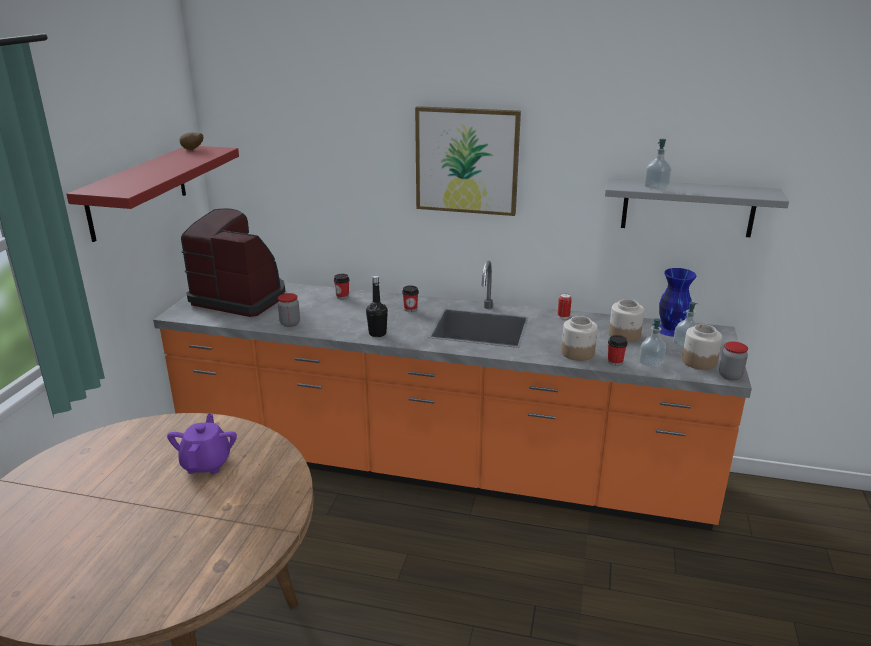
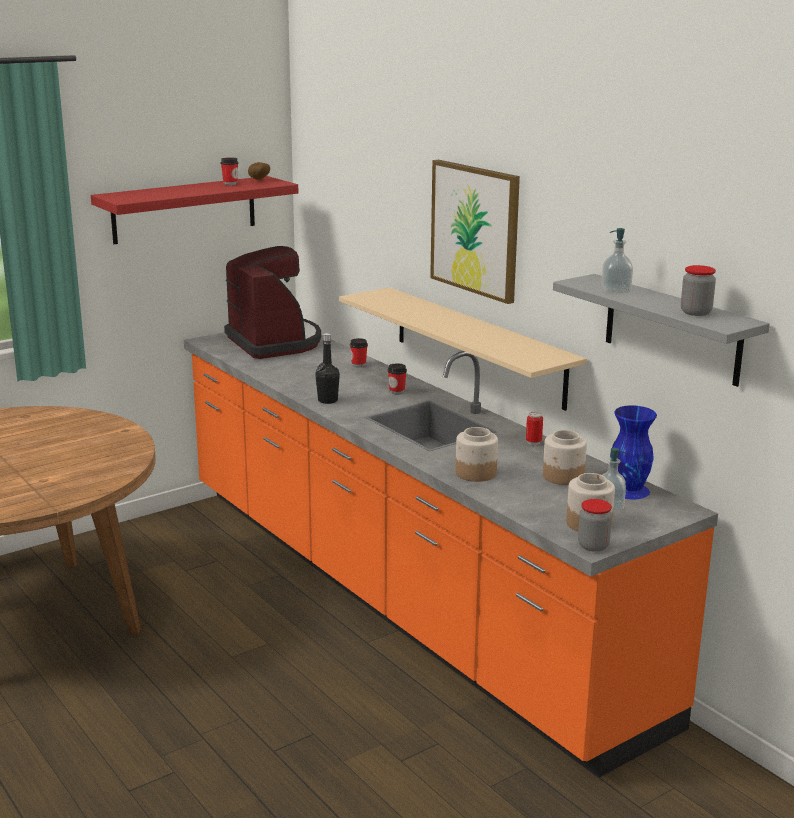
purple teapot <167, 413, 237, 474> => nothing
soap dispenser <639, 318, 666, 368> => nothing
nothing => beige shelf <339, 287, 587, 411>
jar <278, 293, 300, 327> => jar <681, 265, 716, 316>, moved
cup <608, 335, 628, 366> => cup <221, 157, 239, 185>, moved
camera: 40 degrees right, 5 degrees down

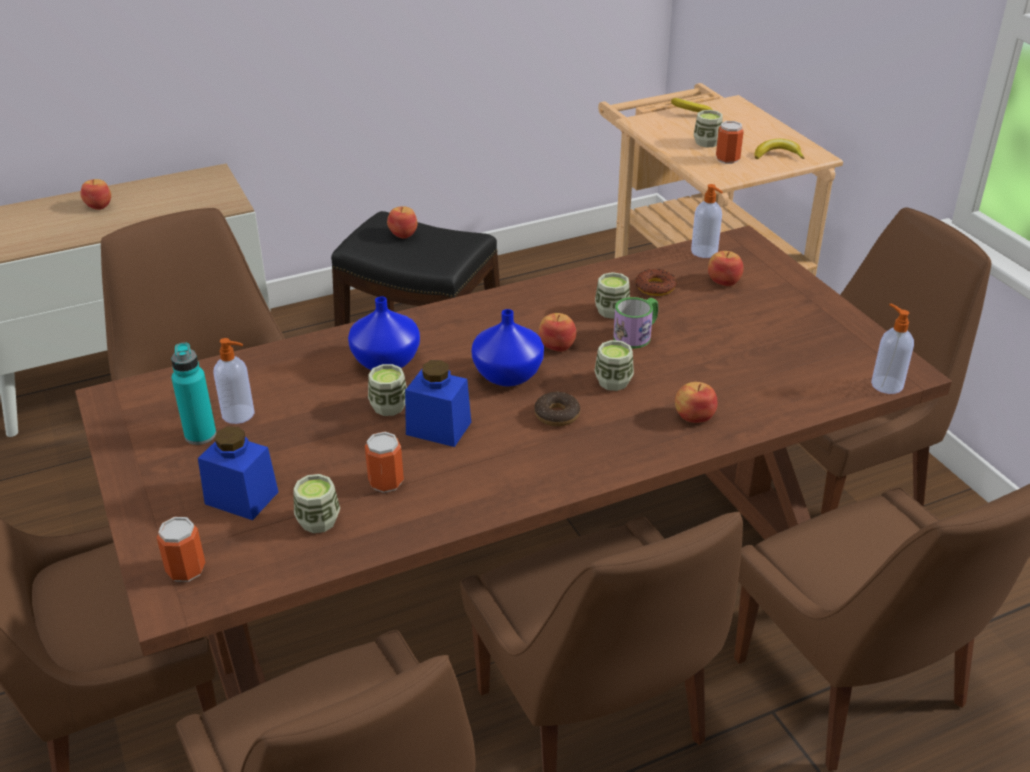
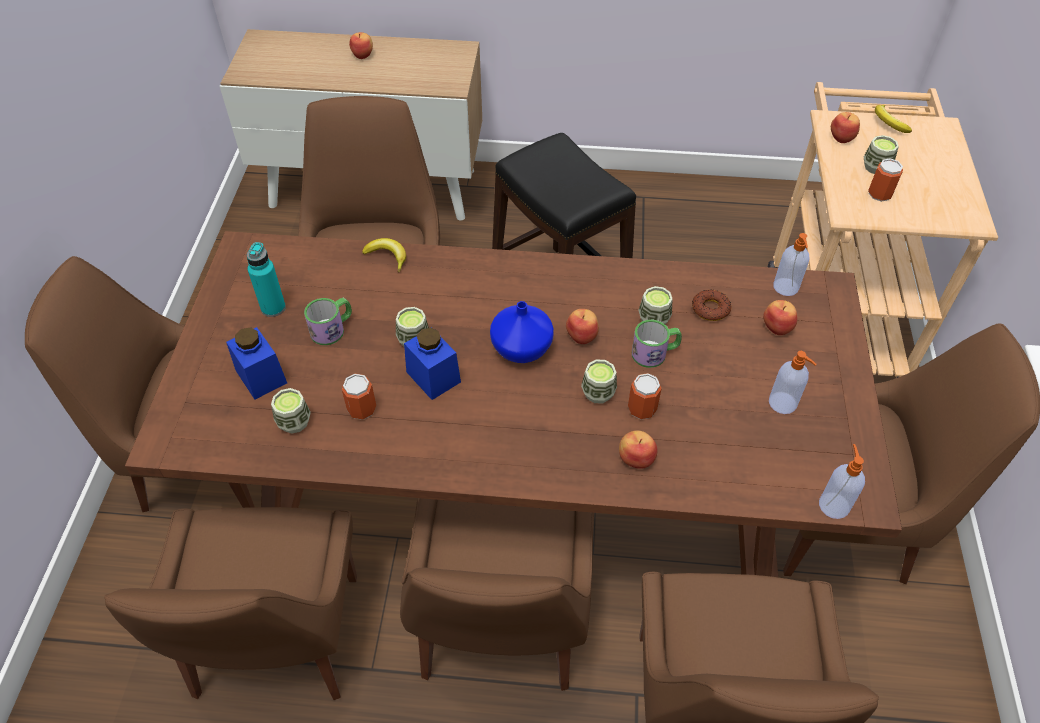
blue vase <348, 296, 420, 370> => nothing
donut <534, 392, 580, 426> => nothing
nothing => mug <304, 298, 352, 345>
can <157, 517, 205, 582> => can <628, 373, 661, 420>, moved
soap dispenser <213, 338, 255, 424> => soap dispenser <769, 351, 817, 414>, moved
apple <387, 206, 417, 239> => apple <831, 112, 860, 143>, moved
banana <755, 139, 804, 159> => banana <362, 238, 406, 273>, moved
camera: 30 degrees right, 15 degrees up

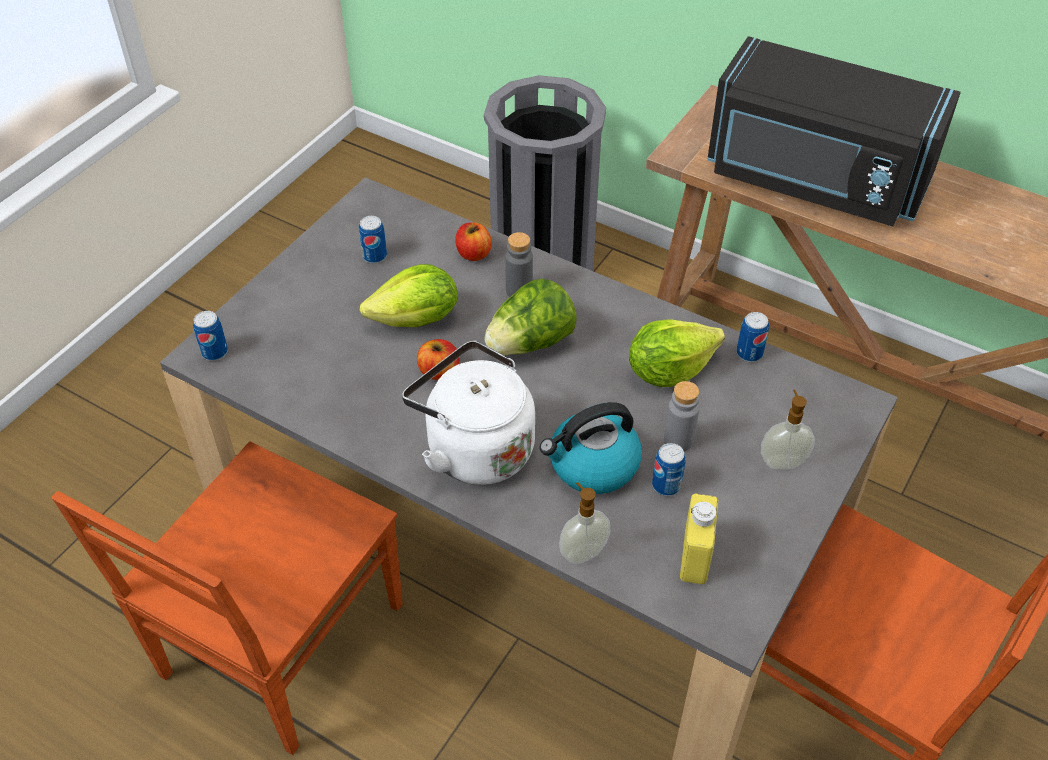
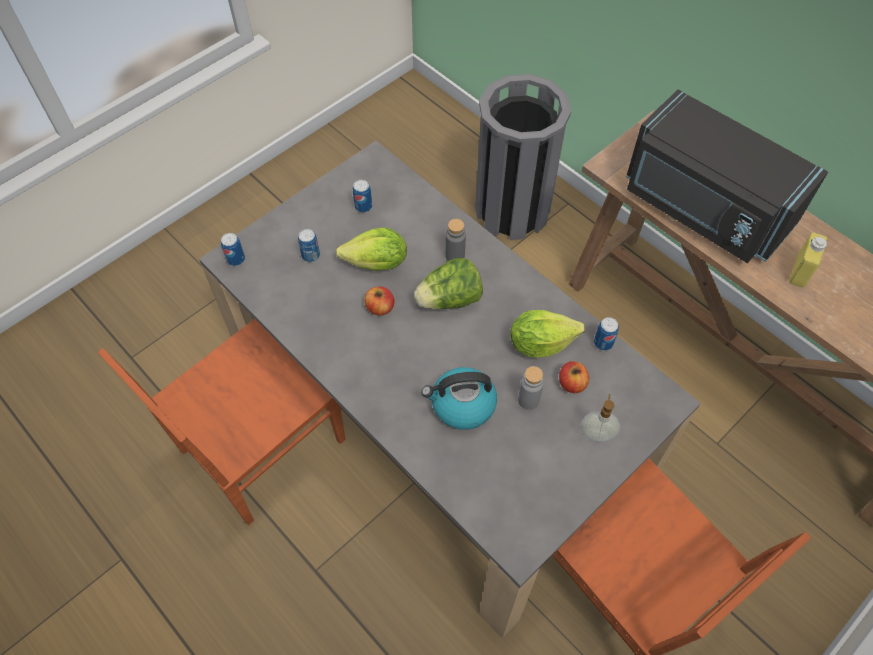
white kettle <402, 341, 535, 485> => nothing
soap dispenser <559, 482, 610, 564> => nothing
apple <455, 222, 492, 261> => apple <559, 361, 589, 393>, moved
can <652, 443, 686, 496> => can <298, 229, 320, 262>, moved
yellow bottle <680, 494, 718, 584> => yellow bottle <789, 232, 828, 288>, moved
camera: 15 degrees right, 10 degrees up

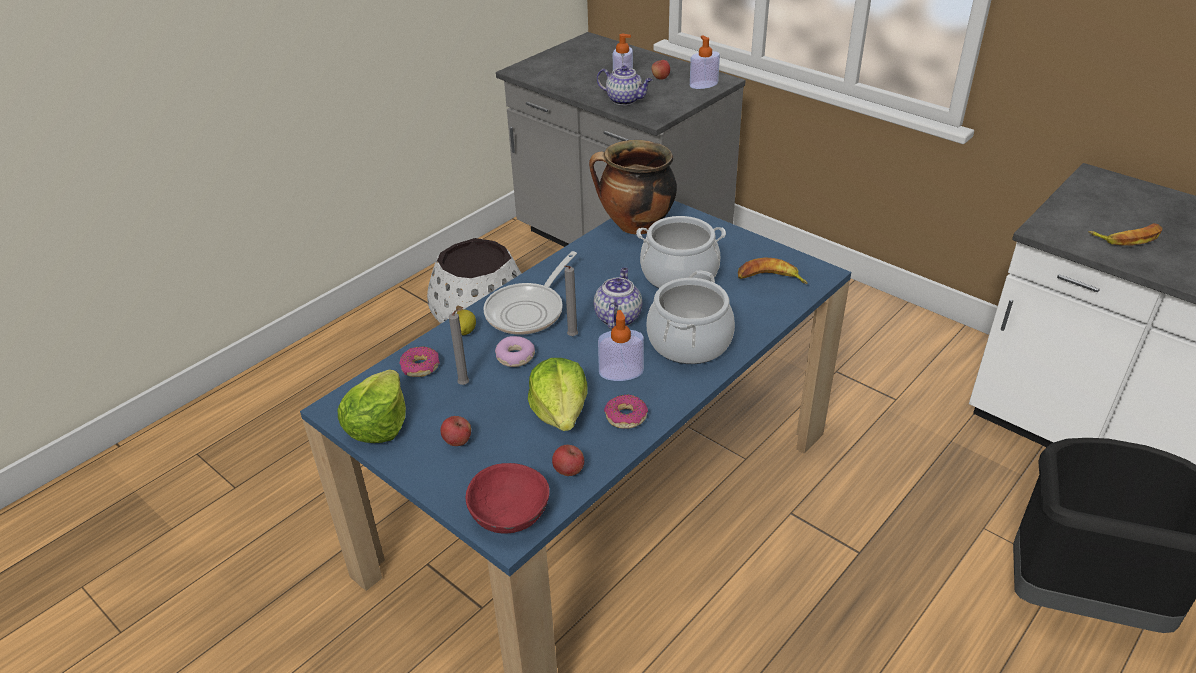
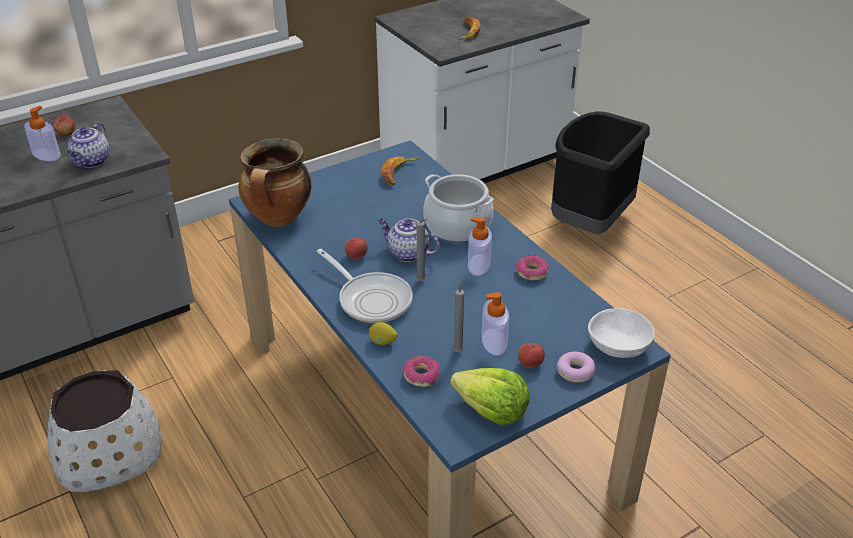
lettuce <528, 358, 587, 431> => nothing
cooking pot <636, 216, 726, 288> => nothing
donut <495, 336, 535, 367> => donut <557, 352, 596, 383>, moved
apple <552, 445, 584, 476> => apple <345, 238, 368, 260>, moved
soap dispenser <690, 35, 720, 89> => soap dispenser <481, 292, 509, 356>, moved
red bowl <466, 463, 550, 534> => white bowl <588, 308, 655, 358>
teapot <597, 66, 652, 105> => teapot <67, 122, 109, 168>, 150 degrees clockwise
camera: 75 degrees left, 0 degrees up

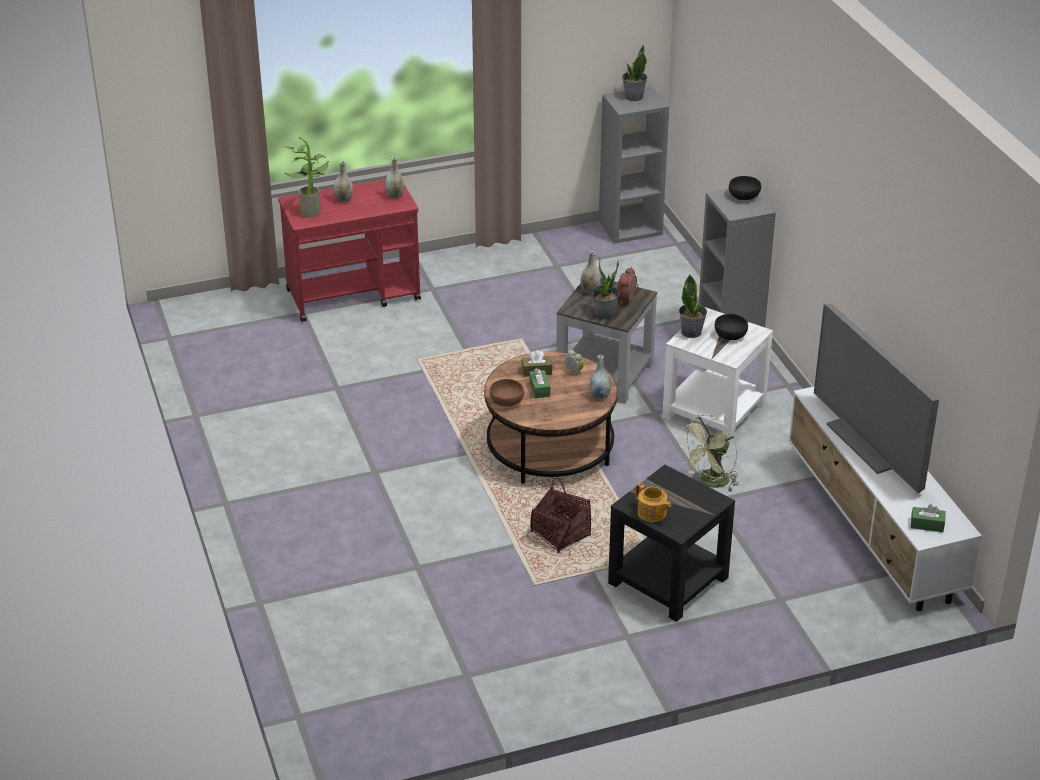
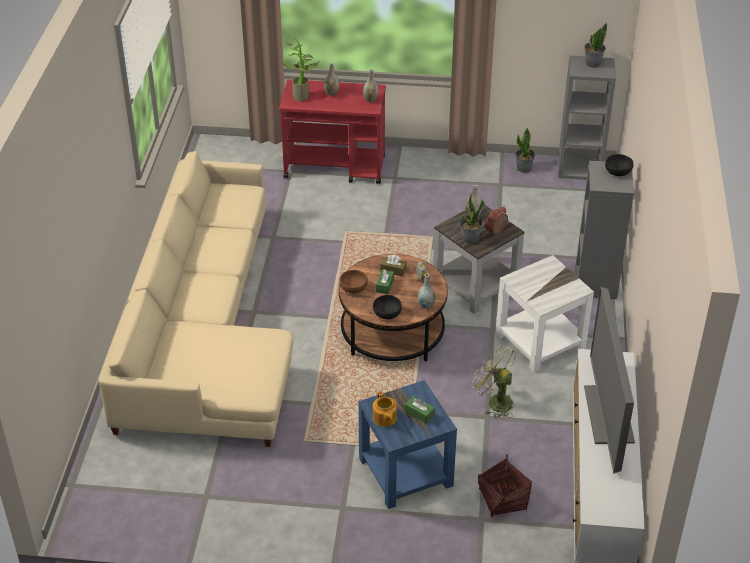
nothing => beige sofa <99, 151, 293, 447>
basket <530, 478, 591, 553> => basket <478, 455, 532, 517>, moved
potted plant <679, 275, 707, 338> => potted plant <516, 128, 535, 173>, moved
black bowl <715, 314, 748, 340> => black bowl <373, 295, 402, 319>, moved
green tissue box <911, 504, 946, 532> => green tissue box <405, 396, 435, 424>, moved
black side table <608, 465, 735, 622> => blue side table <358, 380, 457, 509>
green fan <679, 414, 739, 492> => green fan <471, 345, 516, 418>, 60 degrees clockwise
camera: 25 degrees right, 5 degrees up

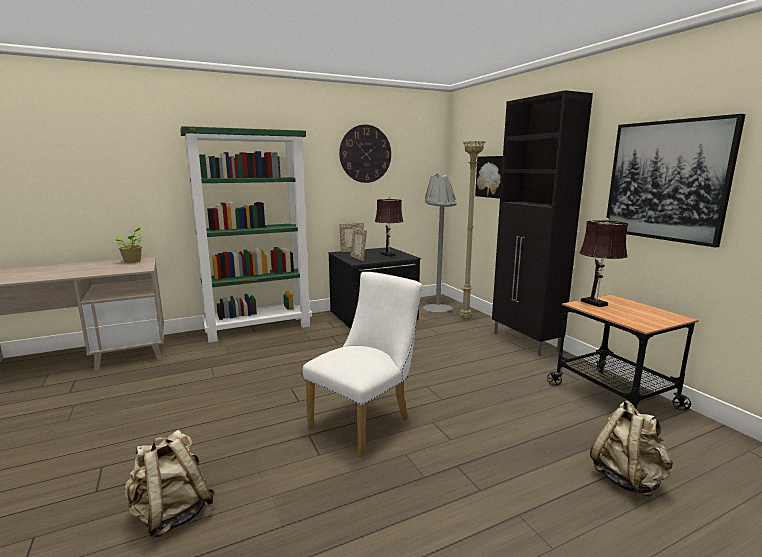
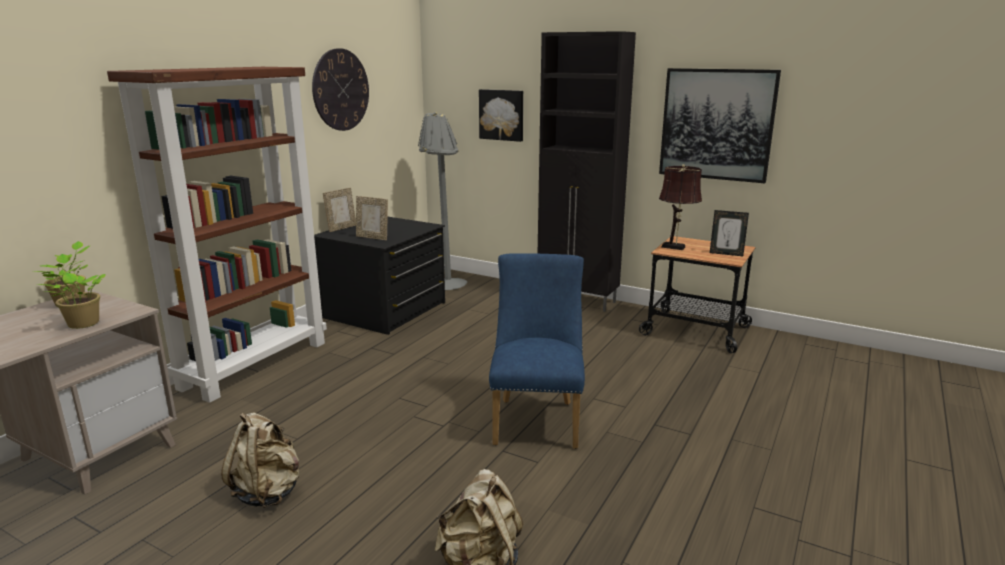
brown table lamp <375, 197, 404, 257> => nothing
beige floor lamp <460, 141, 486, 319> => nothing
nothing => potted plant <36, 268, 106, 329>
nothing => picture frame <710, 210, 749, 256>
beige backpack <590, 400, 673, 497> => beige backpack <221, 413, 299, 508>, moved
green bookcase <180, 126, 312, 343> => brown bookcase <107, 67, 327, 403>
white chair <303, 272, 422, 457> => blue chair <489, 253, 585, 449>
camera: 35 degrees left, 5 degrees up

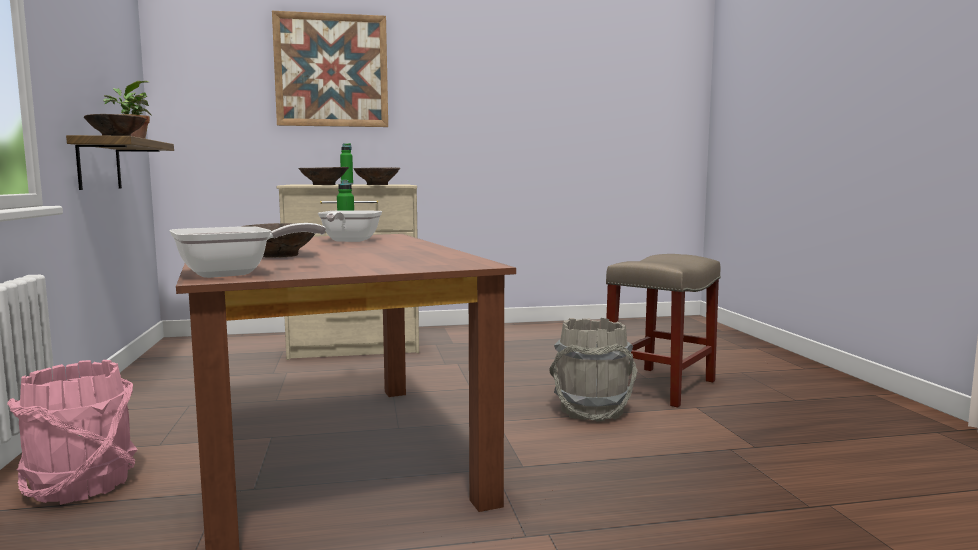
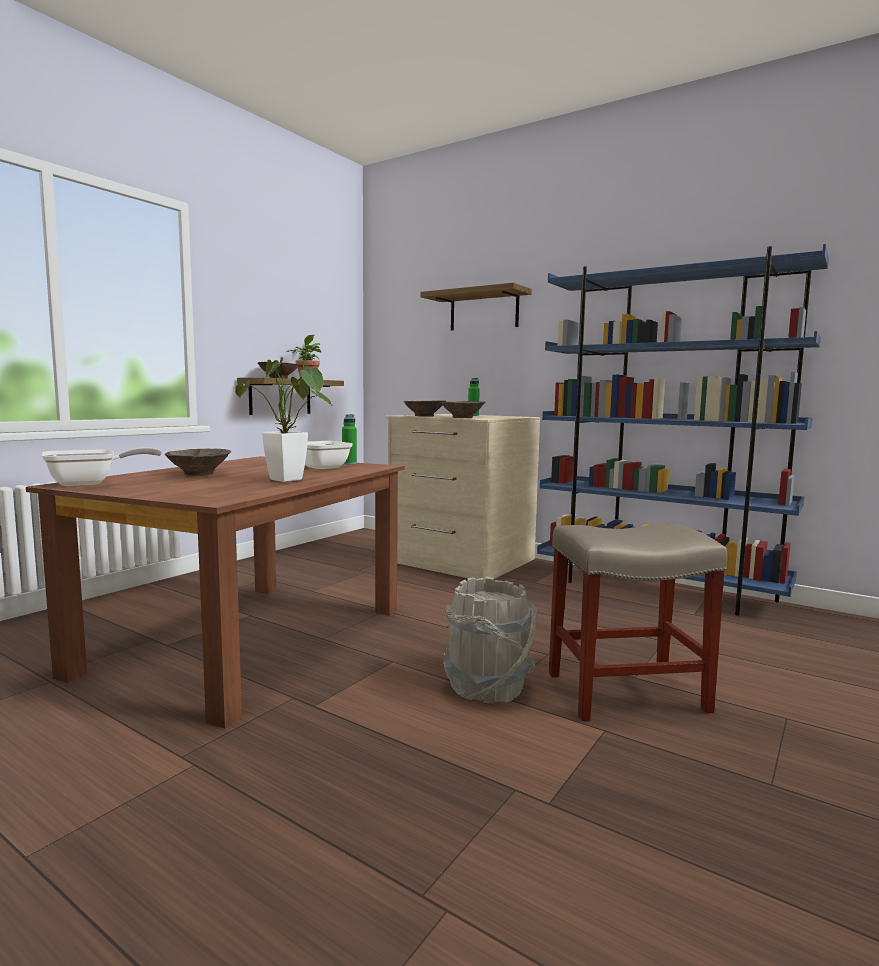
pink bucket <7, 360, 138, 505> => nothing
nothing => potted plant <235, 357, 332, 482>
nothing => blue bookcase <537, 244, 829, 616>
picture <272, 11, 388, 127> => shelf <420, 283, 532, 331>
frying pan <170, 223, 326, 278> => frying pan <42, 447, 162, 486>, 45 degrees counterclockwise
camera: 45 degrees right, 0 degrees up

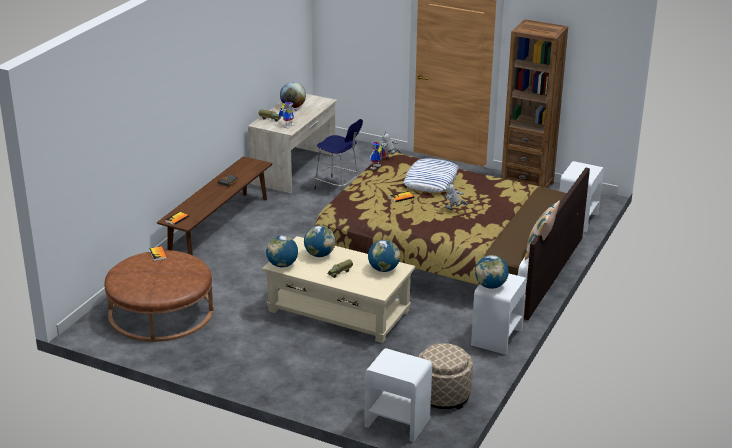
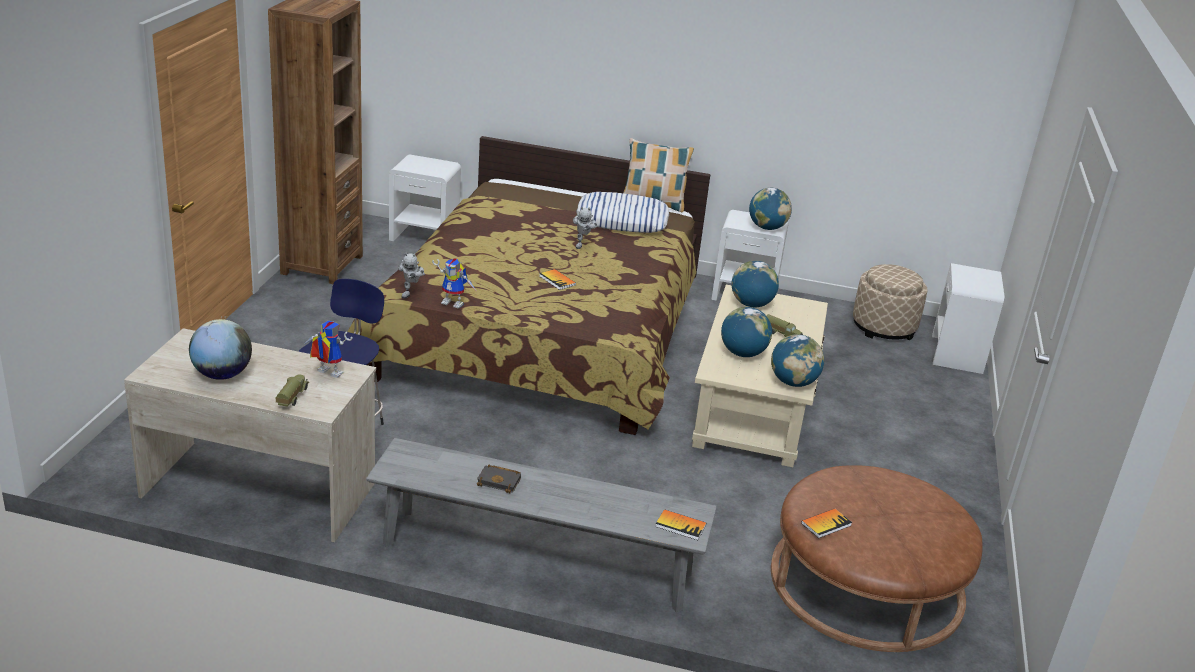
pillow <403, 159, 459, 192> => pillow <577, 192, 670, 233>, moved
brown bench <157, 156, 272, 255> => grey bench <366, 438, 717, 612>
camera: 105 degrees left, 0 degrees up

